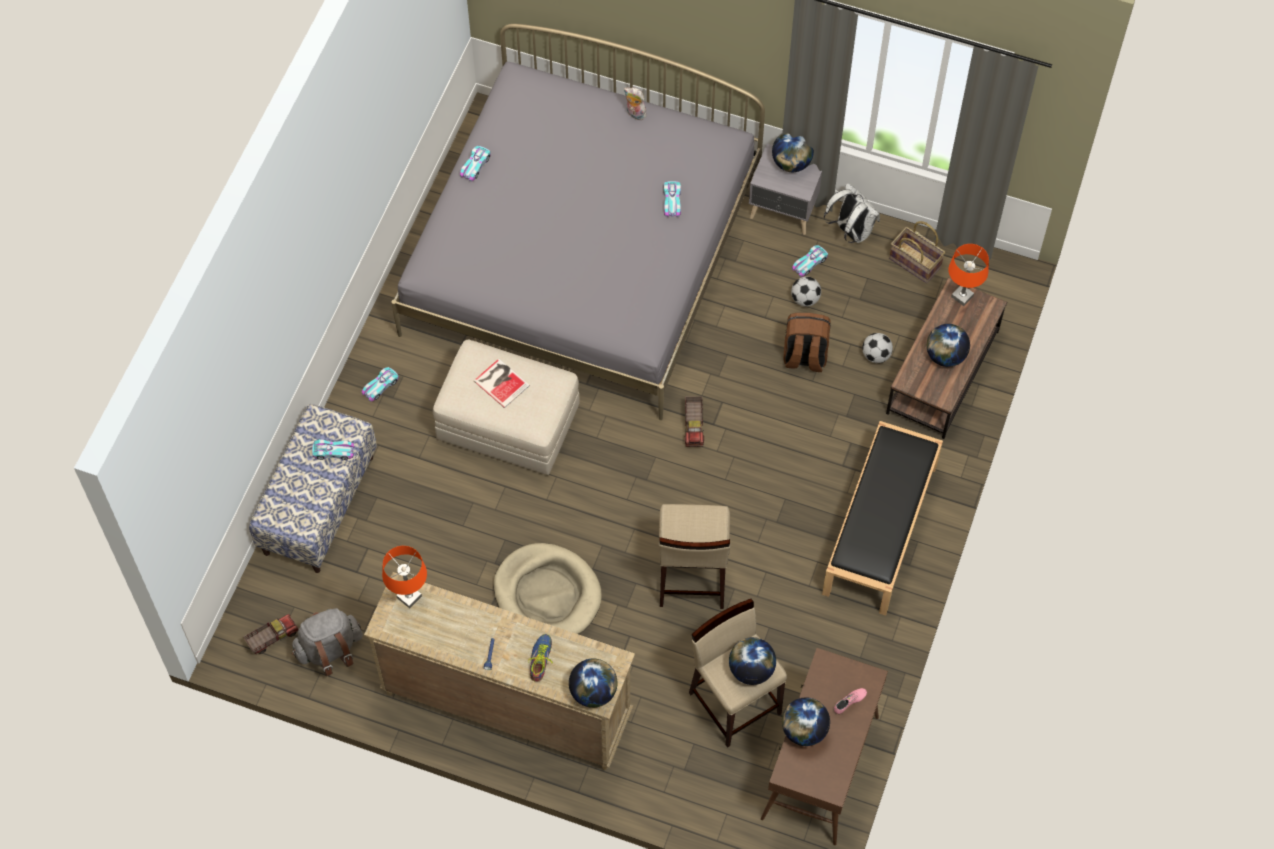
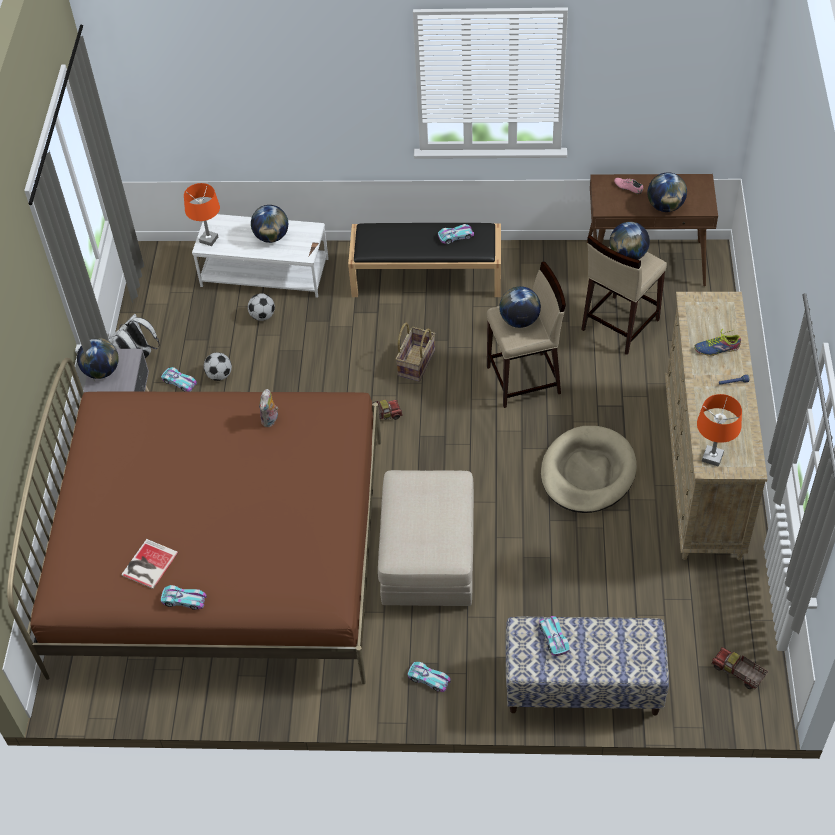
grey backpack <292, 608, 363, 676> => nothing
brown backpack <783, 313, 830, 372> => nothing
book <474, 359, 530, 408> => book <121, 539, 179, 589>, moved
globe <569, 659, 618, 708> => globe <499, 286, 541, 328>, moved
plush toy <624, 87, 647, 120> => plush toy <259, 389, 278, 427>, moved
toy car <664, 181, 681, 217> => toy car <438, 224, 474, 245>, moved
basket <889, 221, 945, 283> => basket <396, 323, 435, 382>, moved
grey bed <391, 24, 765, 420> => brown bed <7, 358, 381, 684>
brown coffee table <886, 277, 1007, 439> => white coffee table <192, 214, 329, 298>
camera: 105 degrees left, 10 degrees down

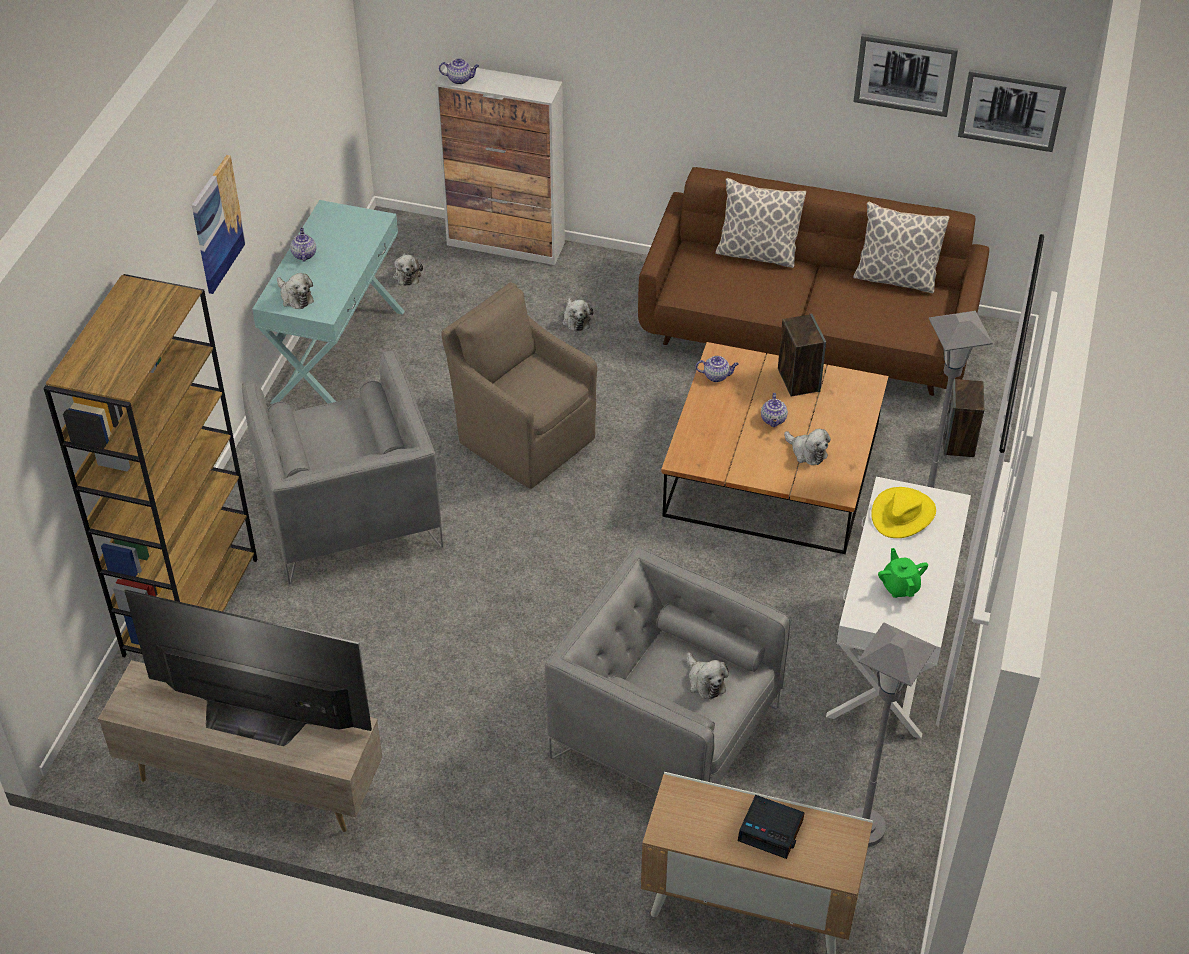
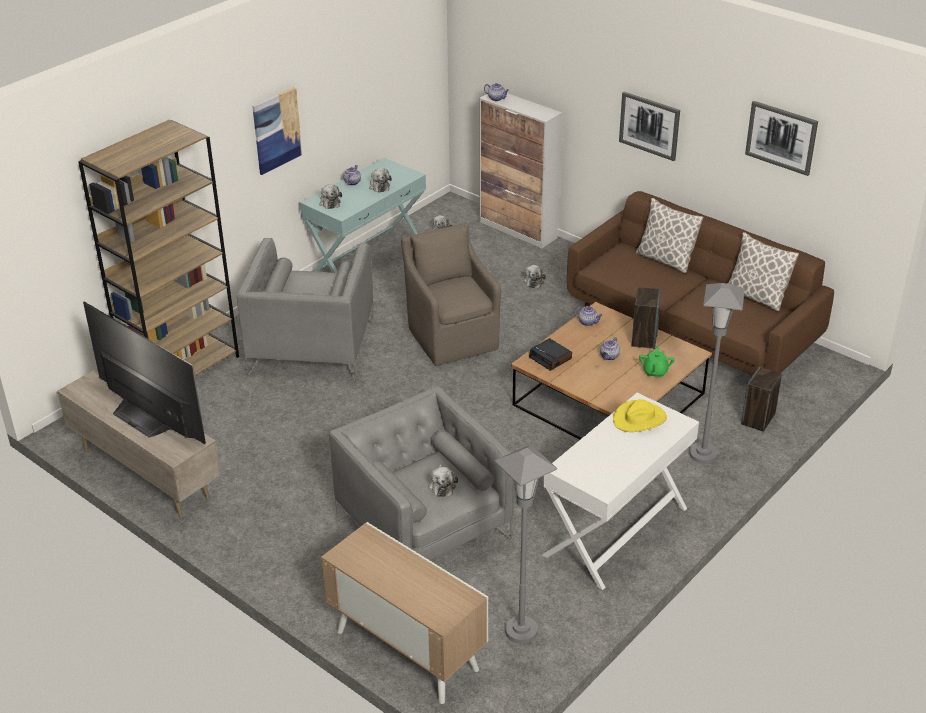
alarm clock <738, 795, 805, 859> => alarm clock <529, 338, 572, 371>, moved
plush toy <784, 429, 831, 465> => plush toy <369, 168, 392, 193>, moved
green teapot <878, 548, 928, 598> => green teapot <639, 346, 674, 378>, moved
picture <958, 69, 1067, 152> => picture <619, 92, 680, 161>, moved
camera: 25 degrees right, 10 degrees down

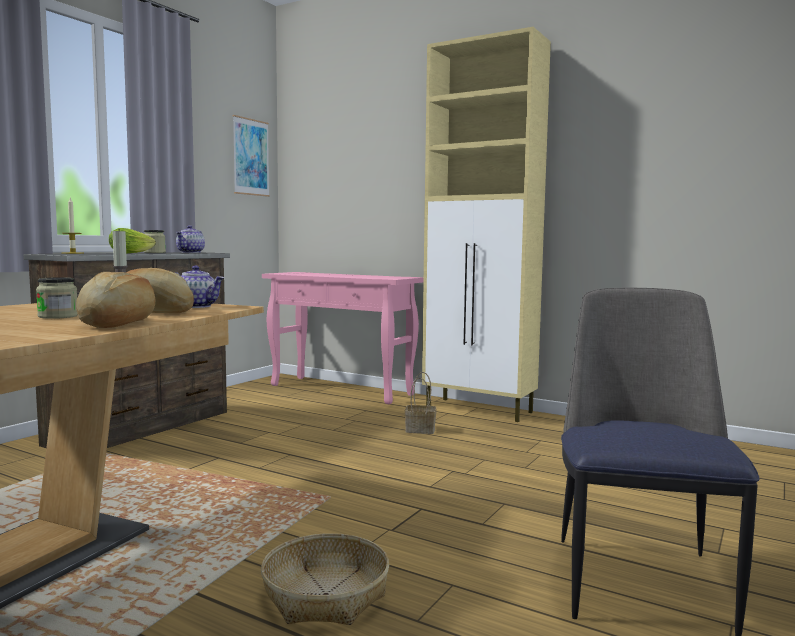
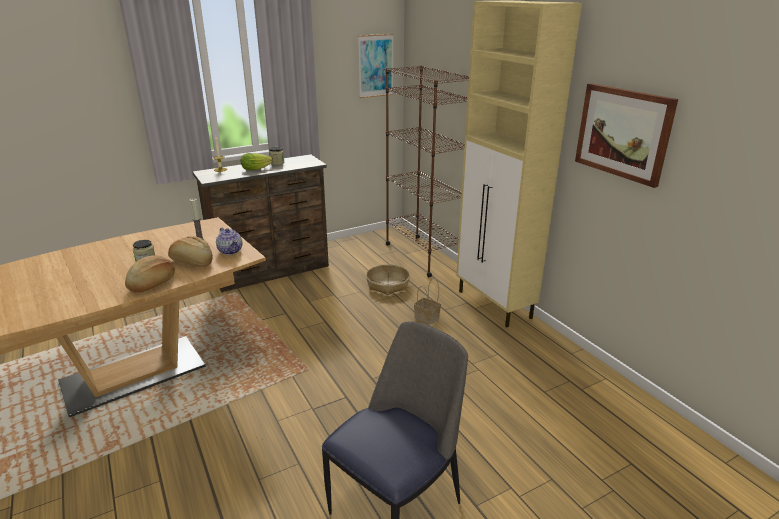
teapot <176, 225, 205, 253> => nothing
nothing => picture <575, 83, 678, 188>
basket <261, 533, 389, 625> => basket <366, 264, 410, 295>, moved
pink console table <262, 272, 424, 404> => brown bookcase <386, 65, 469, 278>
camera: 30 degrees right, 20 degrees up

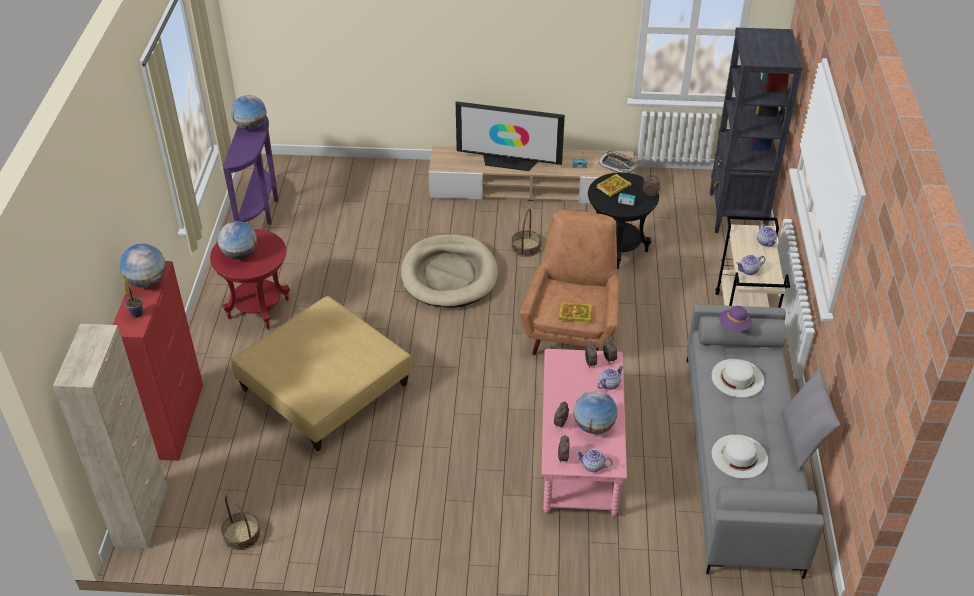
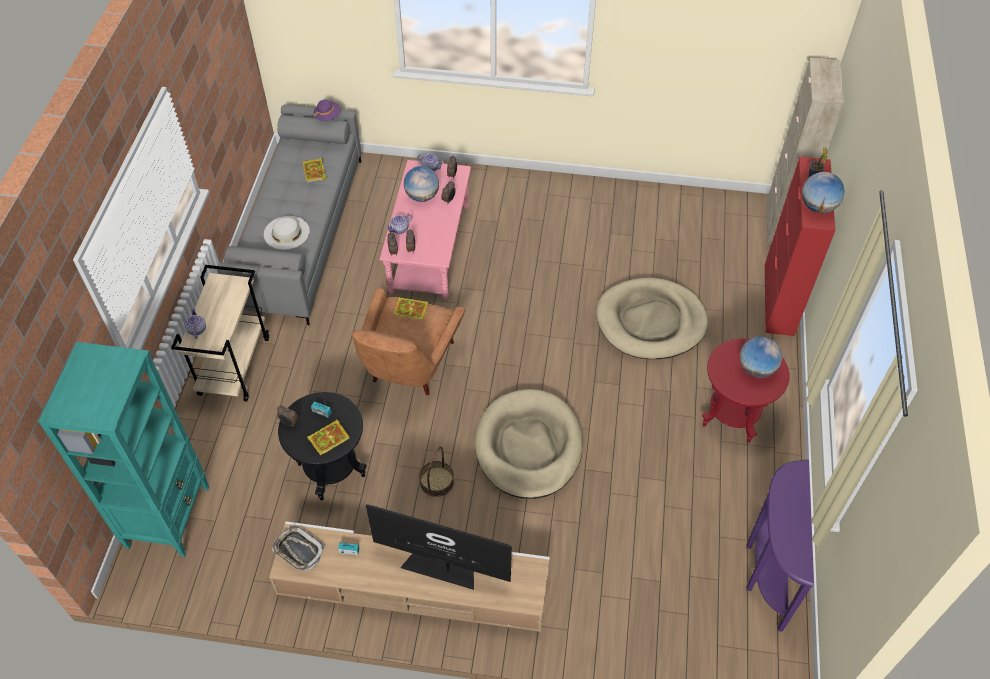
basket <221, 494, 261, 550> => nothing
globe <231, 95, 266, 130> => nothing
teapot <736, 255, 765, 275> => nothing
grey pillow <781, 367, 841, 471> => nothing
purple hat <719, 306, 752, 331> => purple hat <314, 100, 341, 121>, moved
beige ottoman <231, 296, 411, 451> => beige dog bed <596, 278, 708, 359>
white hat <712, 435, 768, 479> => book <303, 158, 327, 182>
black bookcase <710, 28, 802, 233> => turquoise bookcase <38, 342, 209, 557>
camera: 175 degrees left, 10 degrees up

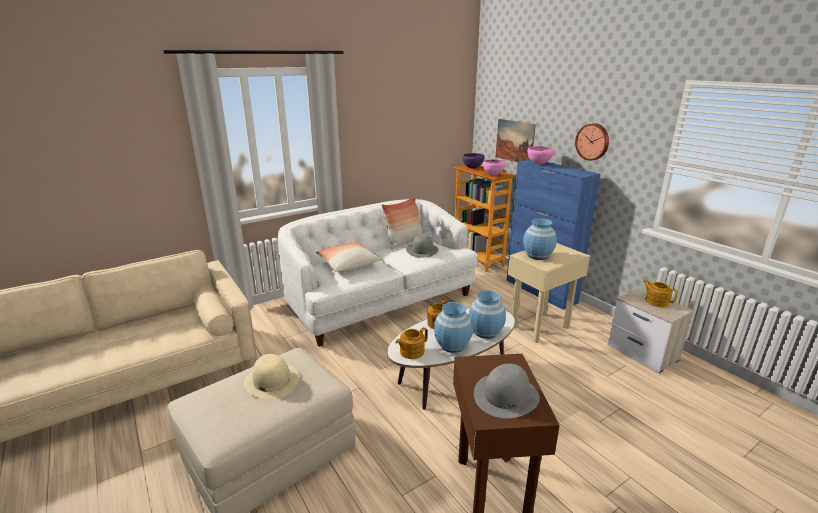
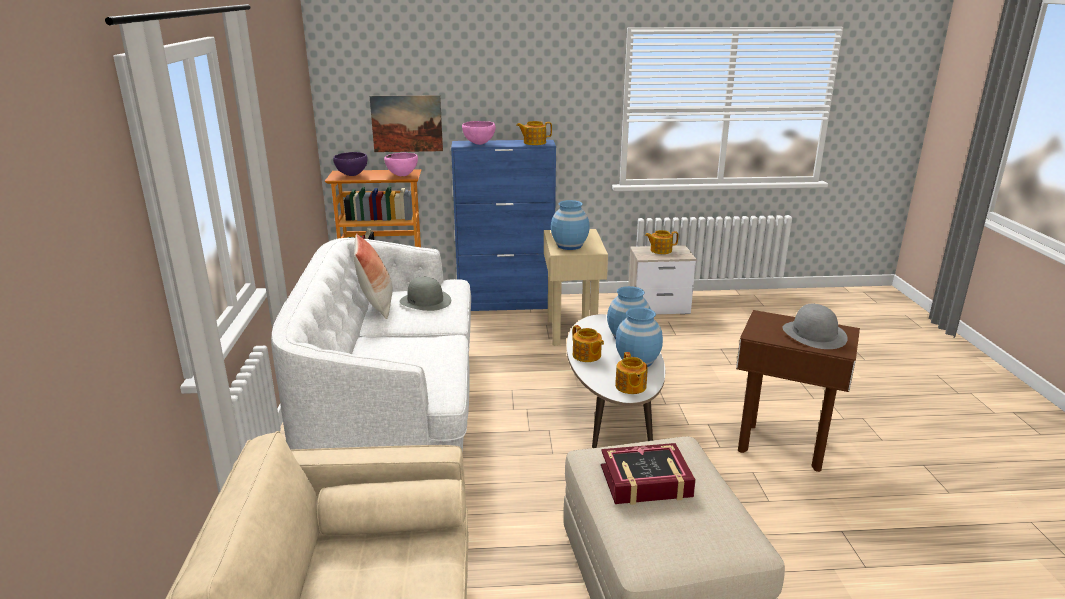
pillow <316, 242, 381, 272> => nothing
wall clock <575, 123, 609, 161> => nothing
nothing => teapot <516, 121, 552, 145>
beige hat <244, 354, 299, 399> => book <601, 443, 696, 505>
camera: 60 degrees left, 0 degrees up

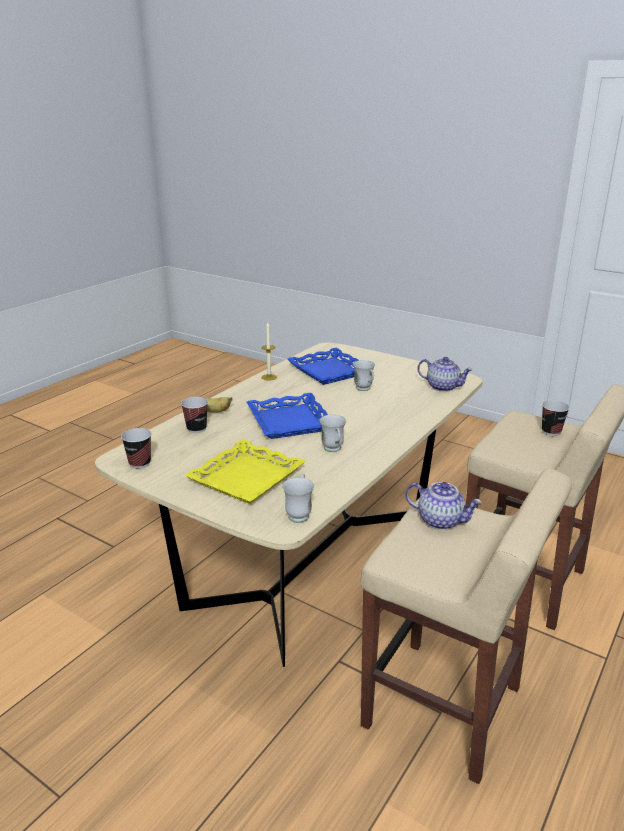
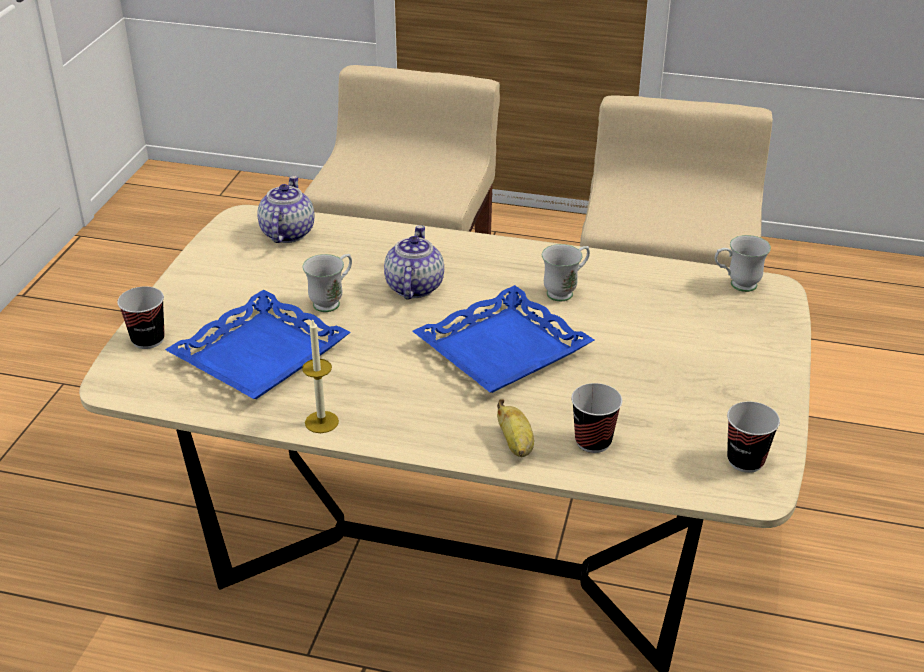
yellow tray <184, 439, 306, 504> => nothing
teapot <405, 482, 482, 530> => teapot <384, 225, 444, 299>, moved
cup <542, 400, 570, 436> => cup <117, 286, 165, 349>, moved
camera: 110 degrees left, 10 degrees up

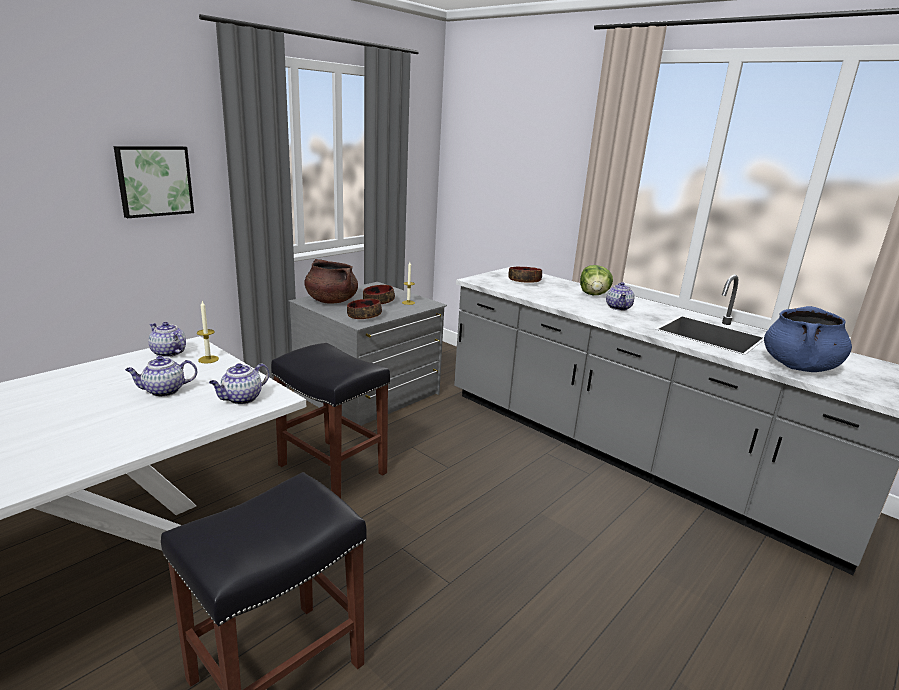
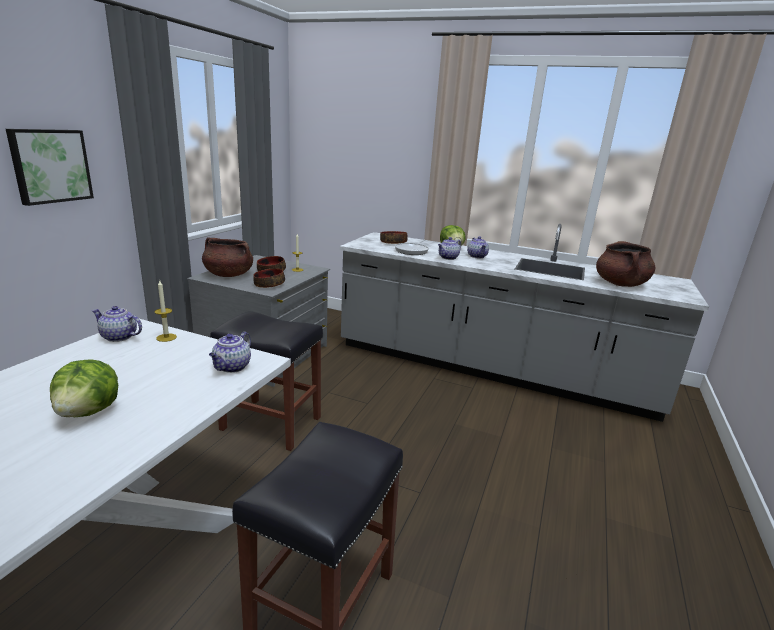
nothing => lettuce <50, 359, 118, 417>
nothing => frying pan <395, 239, 429, 255>
teapot <125, 356, 197, 397> => teapot <438, 237, 461, 260>, moved
blue cooking pot <764, 306, 852, 372> => brown cooking pot <596, 241, 655, 287>
camera: 20 degrees left, 0 degrees up

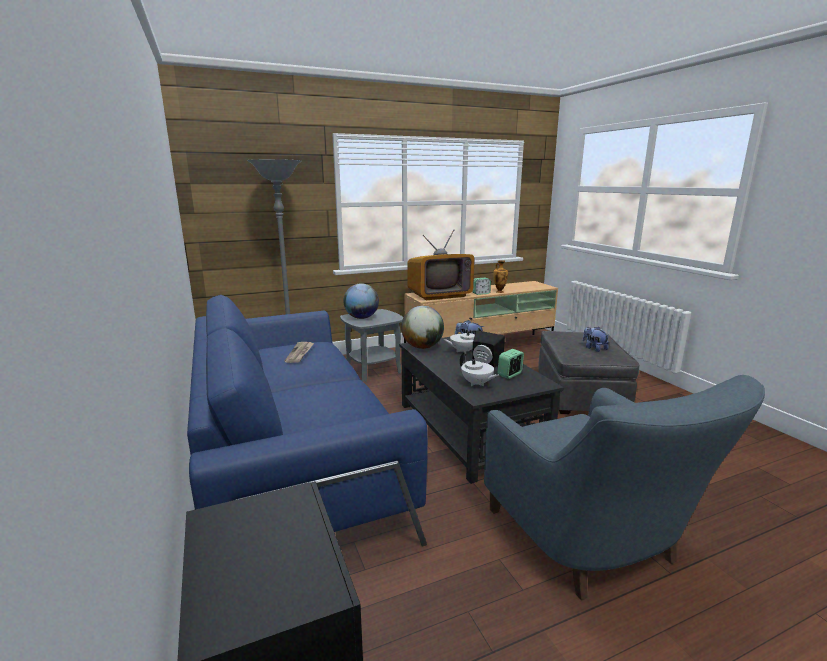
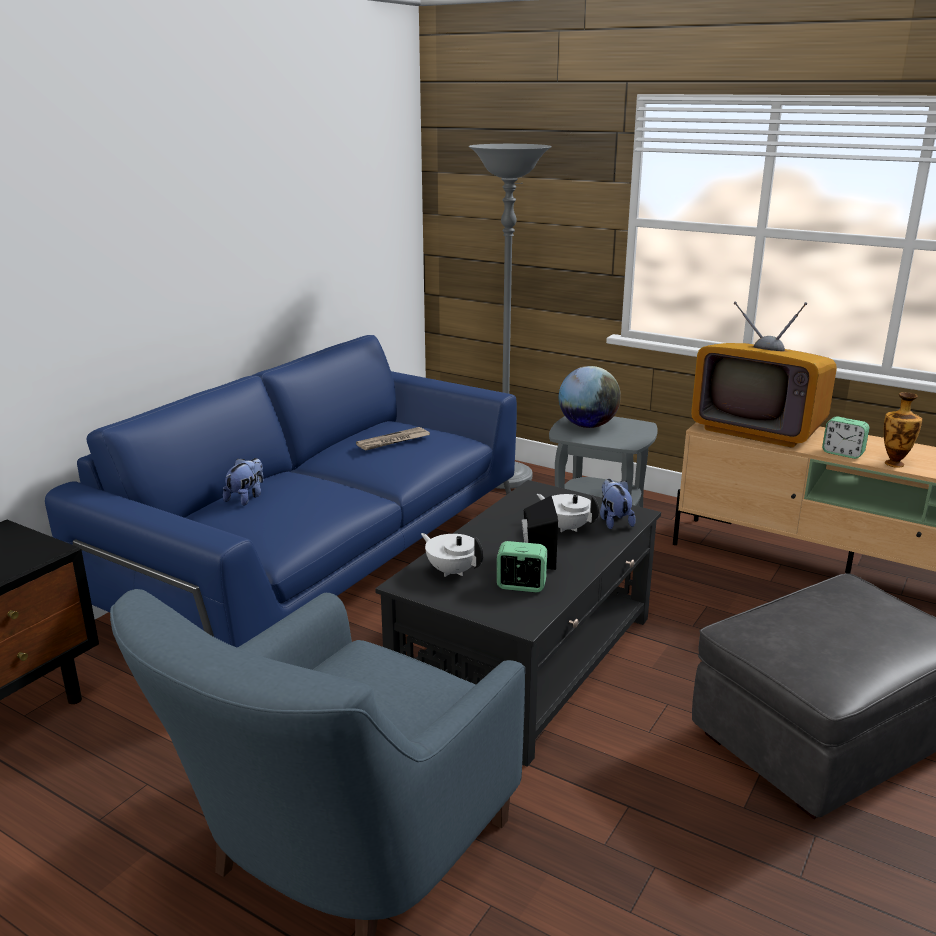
globe <401, 306, 444, 349> => nothing
plush toy <583, 327, 609, 352> => plush toy <223, 458, 263, 506>, moved
white teapot <460, 353, 498, 386> => white teapot <421, 533, 483, 577>, 120 degrees clockwise
camera: 55 degrees right, 5 degrees up

